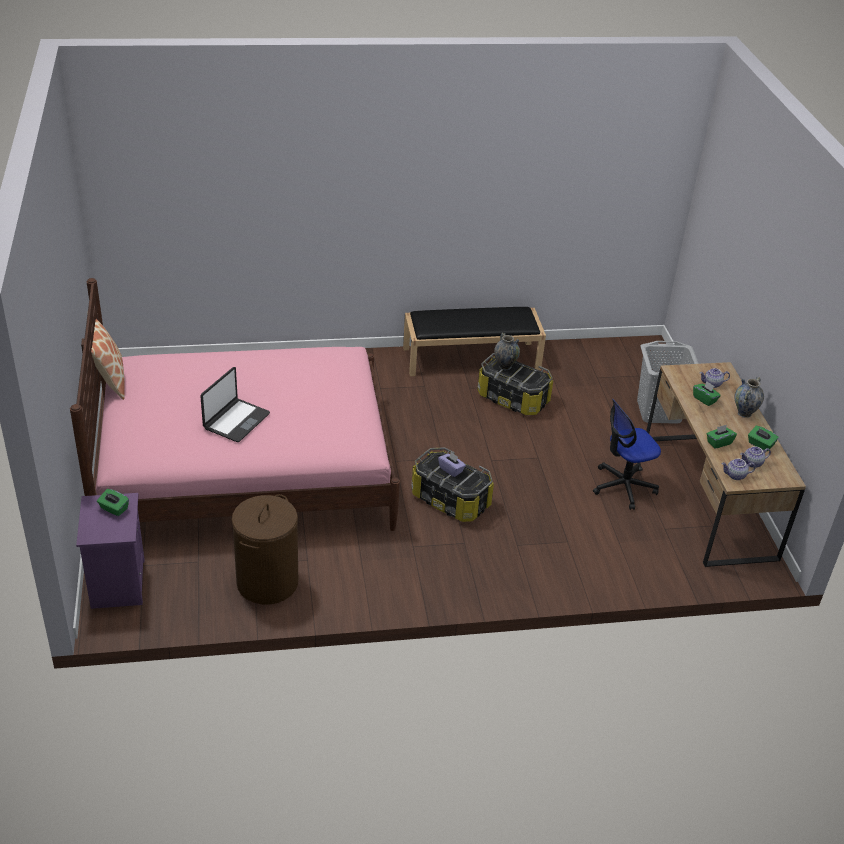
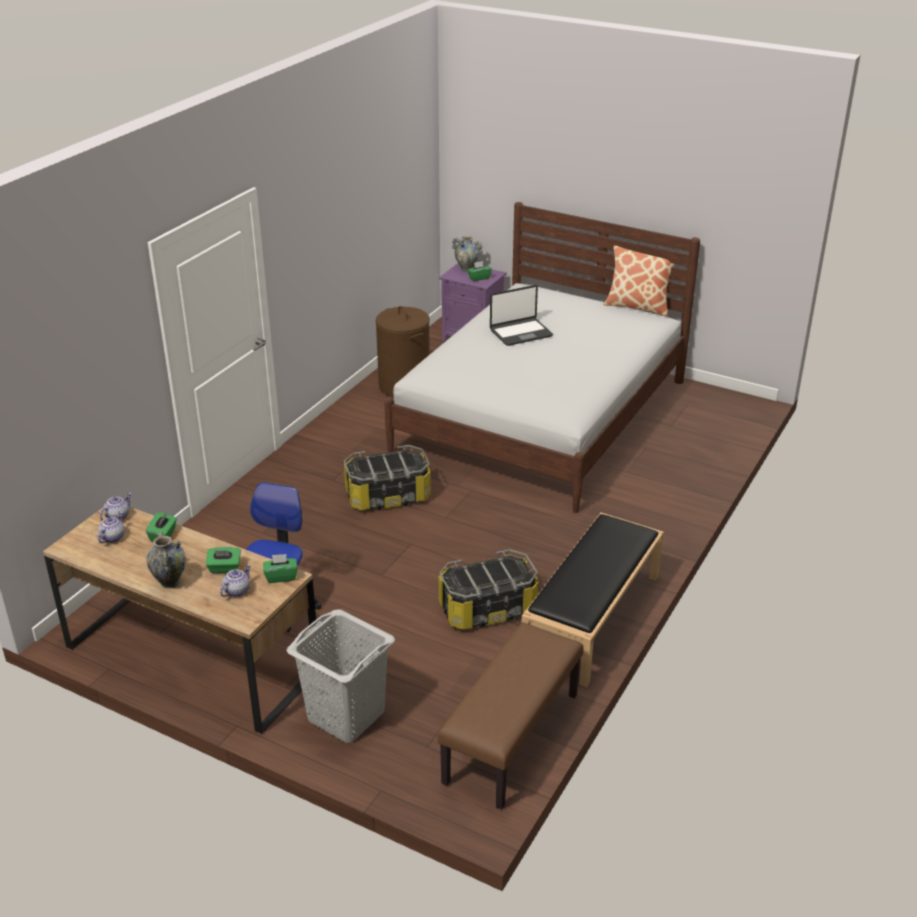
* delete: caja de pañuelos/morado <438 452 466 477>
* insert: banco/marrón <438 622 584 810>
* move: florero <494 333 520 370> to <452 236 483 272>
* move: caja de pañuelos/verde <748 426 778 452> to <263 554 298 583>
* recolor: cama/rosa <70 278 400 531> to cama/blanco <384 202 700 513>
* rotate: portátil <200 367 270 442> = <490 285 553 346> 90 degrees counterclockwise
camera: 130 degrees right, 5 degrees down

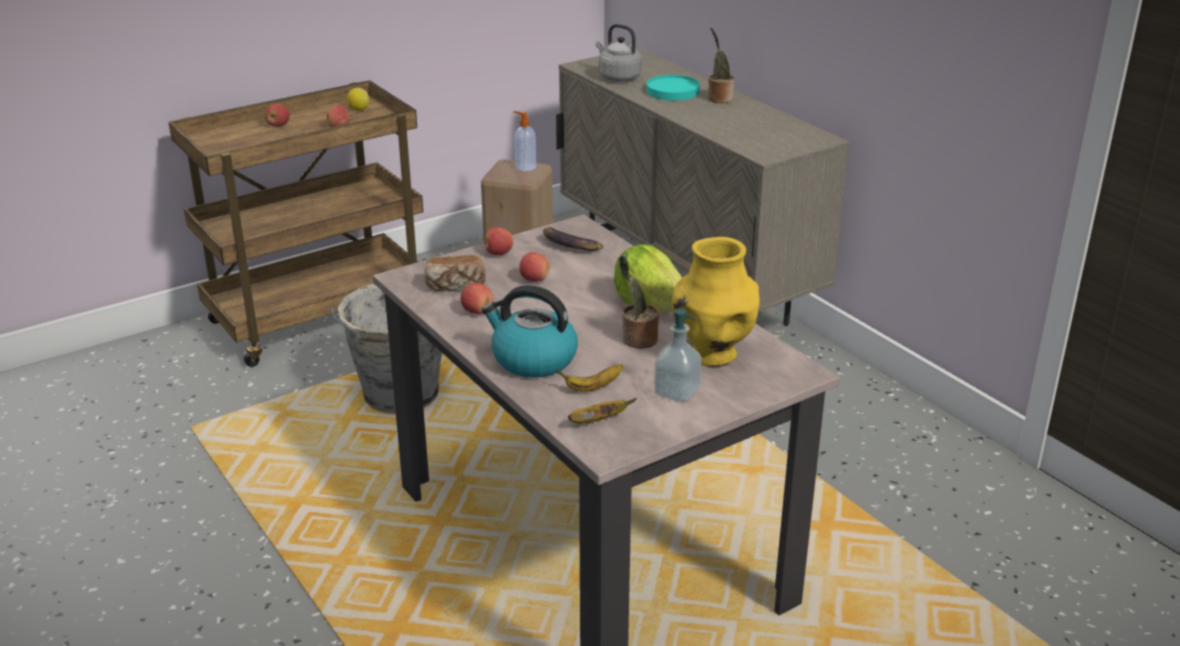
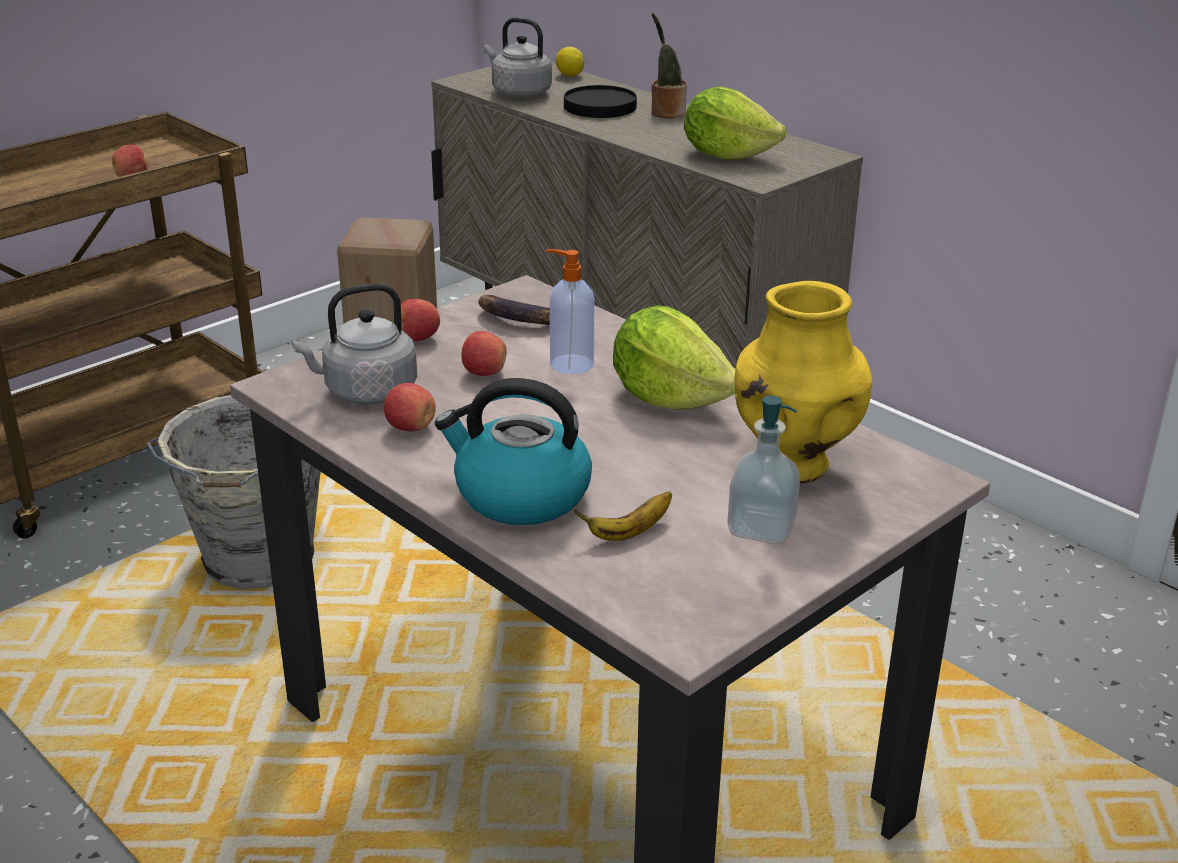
* delete: manzana <265 104 290 127>
* delete: plátano <568 398 637 424>
* delete: planta en maceta <619 255 659 349>
* insert: lechuga <684 87 786 160>
* move: limón <347 88 370 111> to <556 47 584 76>
* move: dispensador de jabón <513 111 536 171> to <546 249 595 374>
* replace: pan <425 255 485 291> to hervidor/gris <292 283 417 404>
* recolor: plato/turquesa <646 75 700 101> to plato/negro <564 85 637 118>
camera: 10 degrees left, 0 degrees up

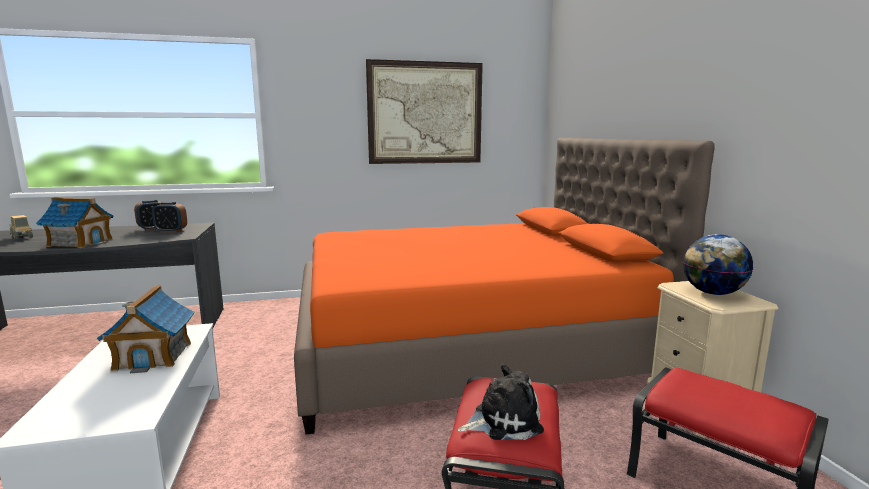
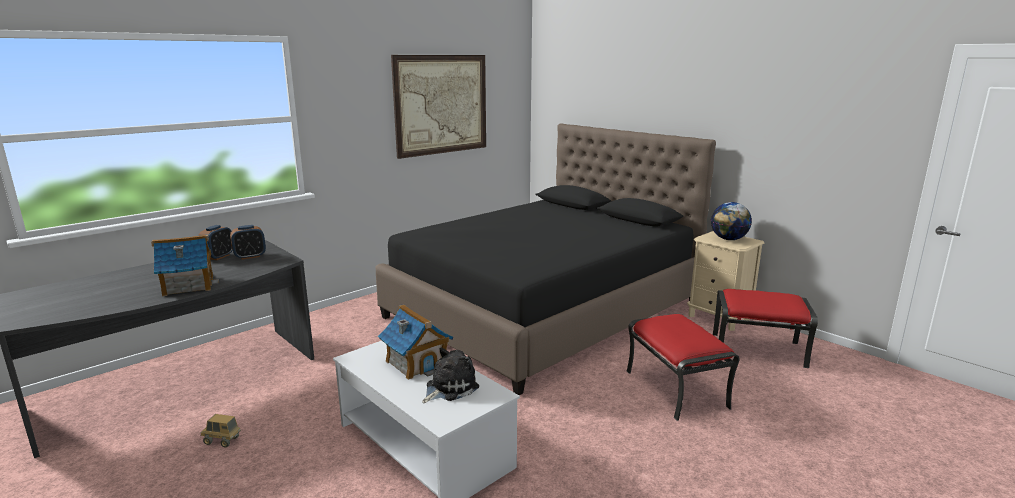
* move: camión de juguete <9 215 33 240> to <200 414 241 447>
* move: peluche <458 364 544 440> to <422 348 479 403>
* recolor: cama/naranja <294 137 715 435> to cama/negro <376 124 716 395>
camera: 30 degrees left, 5 degrees up

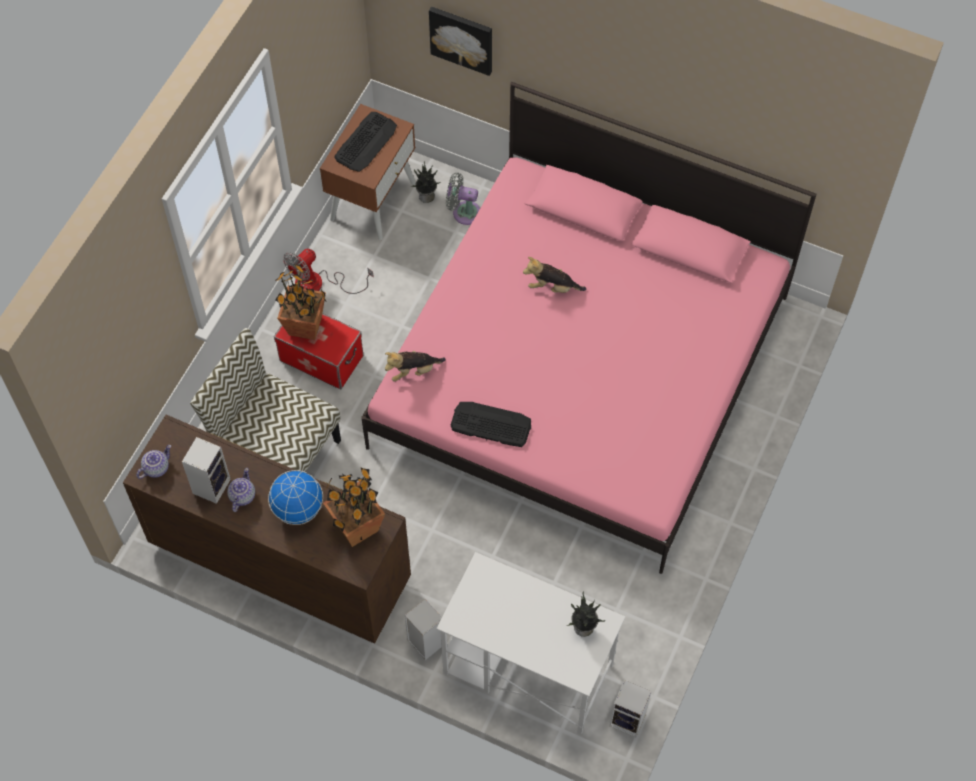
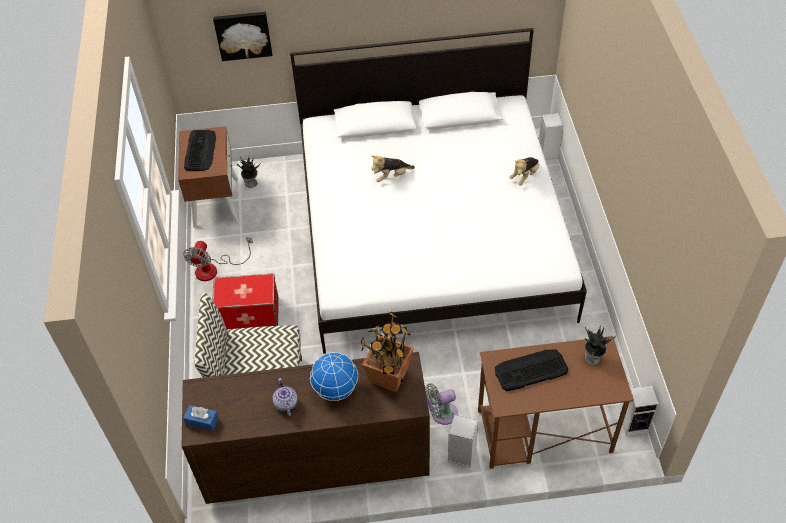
* delete: planta en maceta <275 264 327 340>
* move: altavoz <182 437 231 504> to <539 113 563 160>
* move: peluche <385 351 446 382> to <509 157 539 186>
* move: ventilador/gris <446 173 480 225> to <425 384 458 425>
* move: teclado <451 402 531 447> to <495 349 568 391>
* replace: tetera <136 445 171 479> to caja de pañuelos/azul <183 405 219 431>
* recolor: cama/rosa <361 82 816 574> to cama/blanco <290 28 587 354>
* recolor: escritorio/blanco <436 552 625 735> to escritorio/marrón <478 336 634 469>
camera: 30 degrees left, 10 degrees down

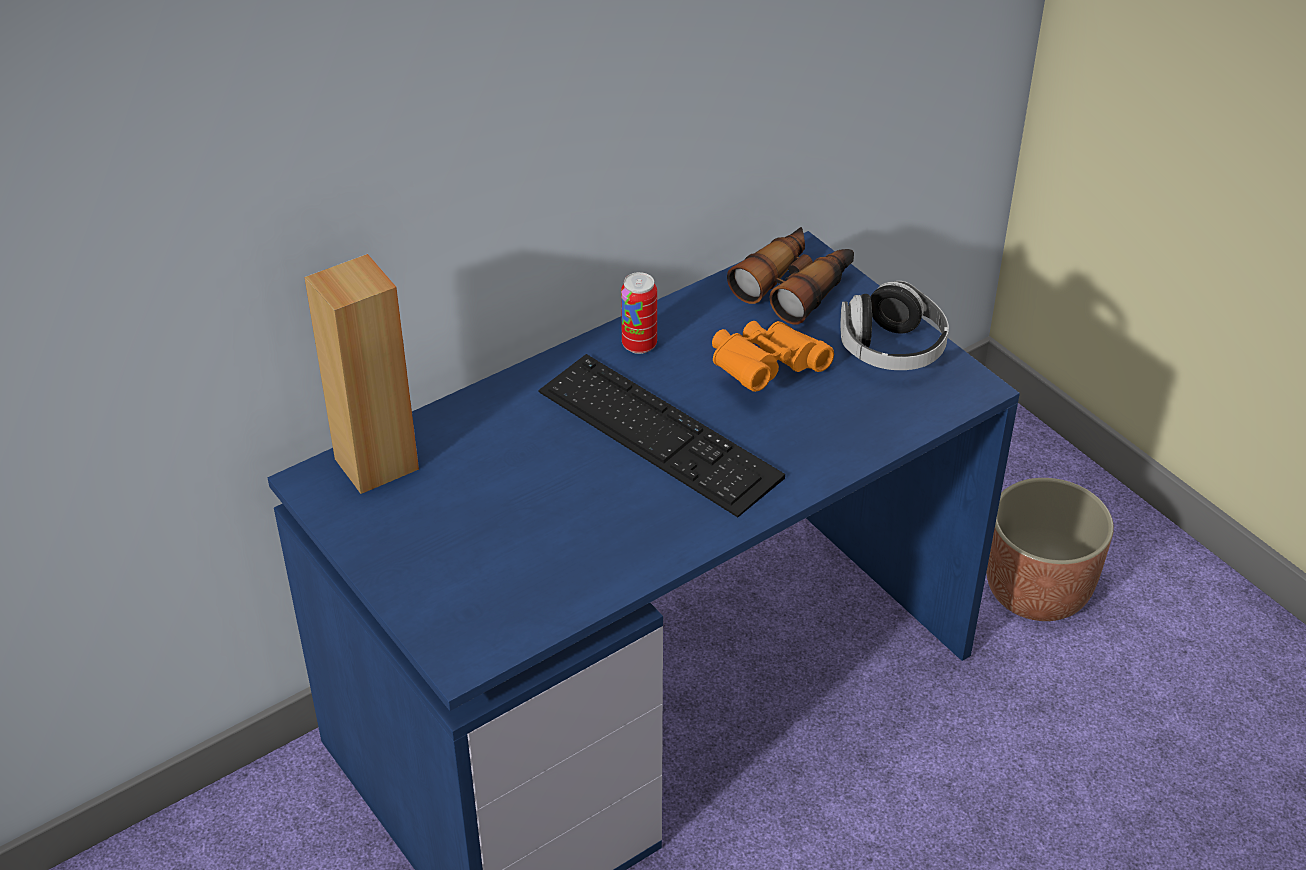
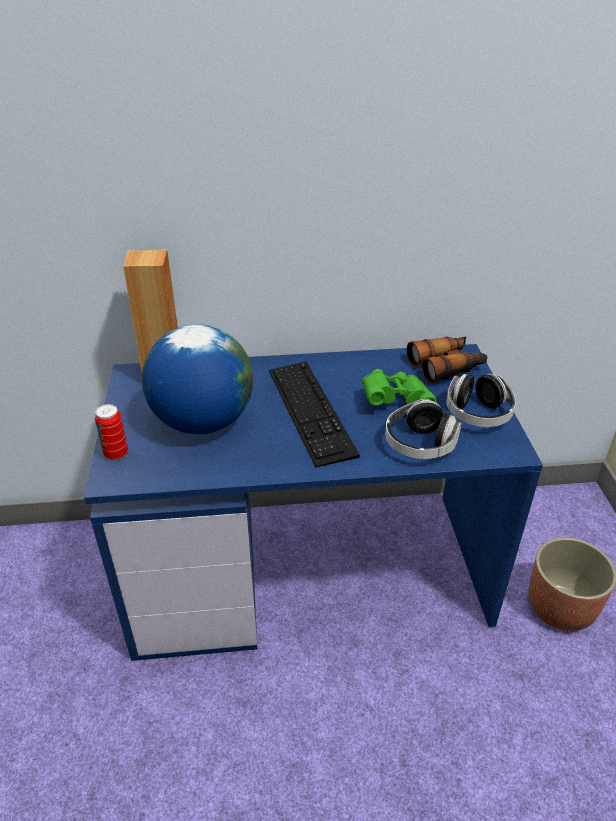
* insert: globo terráqueo <142 324 253 434>
* insert: auriculares <385 399 462 459>
* move: lata <621 272 657 354> to <95 404 128 460>
* recolor: prismáticos/naranja <712 321 834 392> to prismáticos/verde <362 369 436 406>
camera: 30 degrees right, 5 degrees down

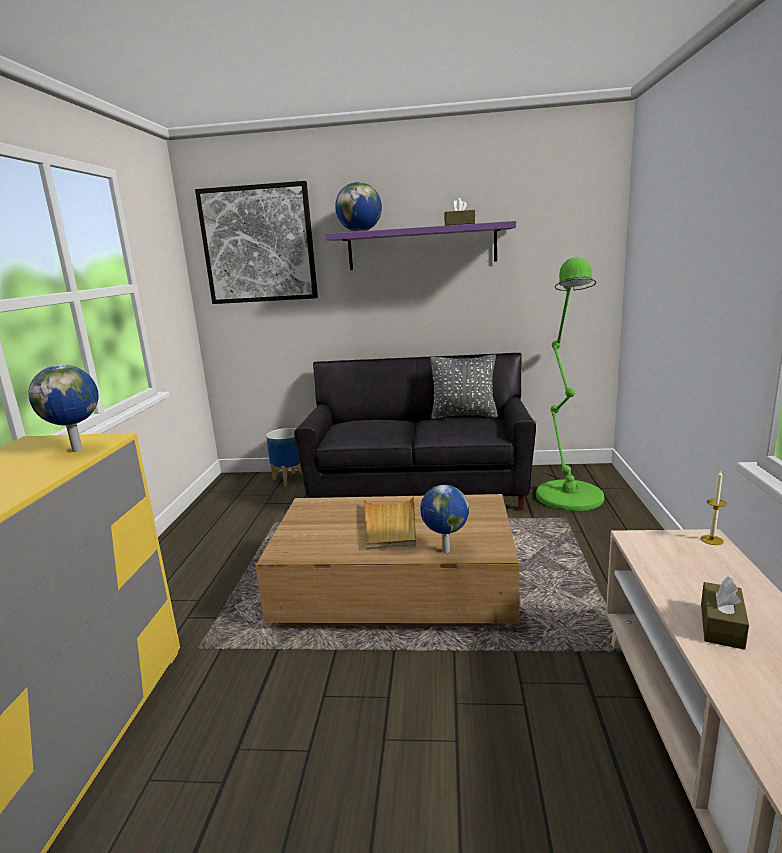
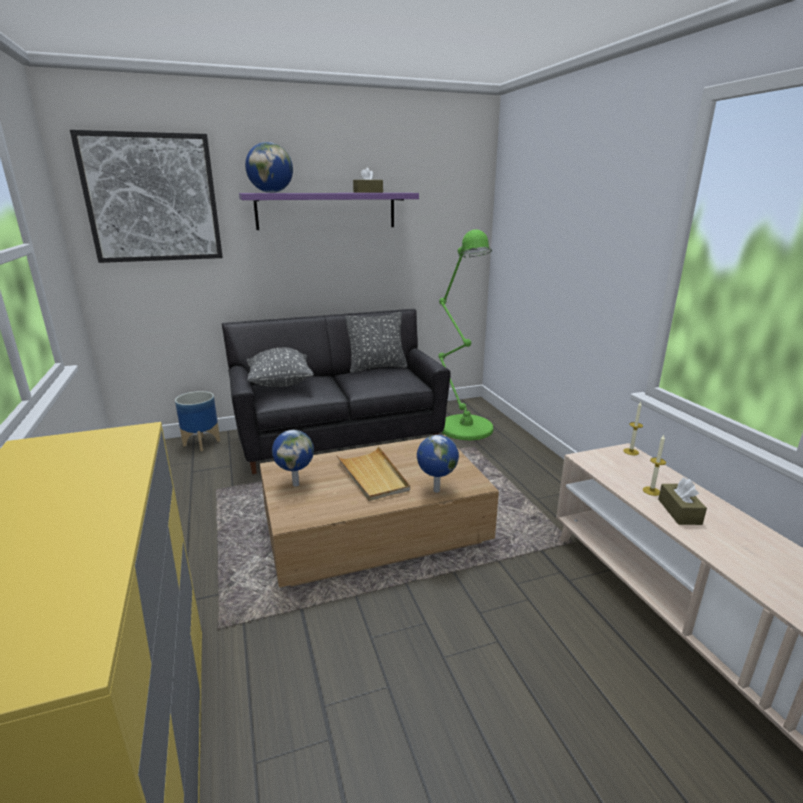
* insert: cojín/gris <247 347 314 387>
* insert: vela <643 435 666 496>
* move: globo terráqueo <28 365 99 452> to <272 430 314 487>
camera: 25 degrees left, 5 degrees up

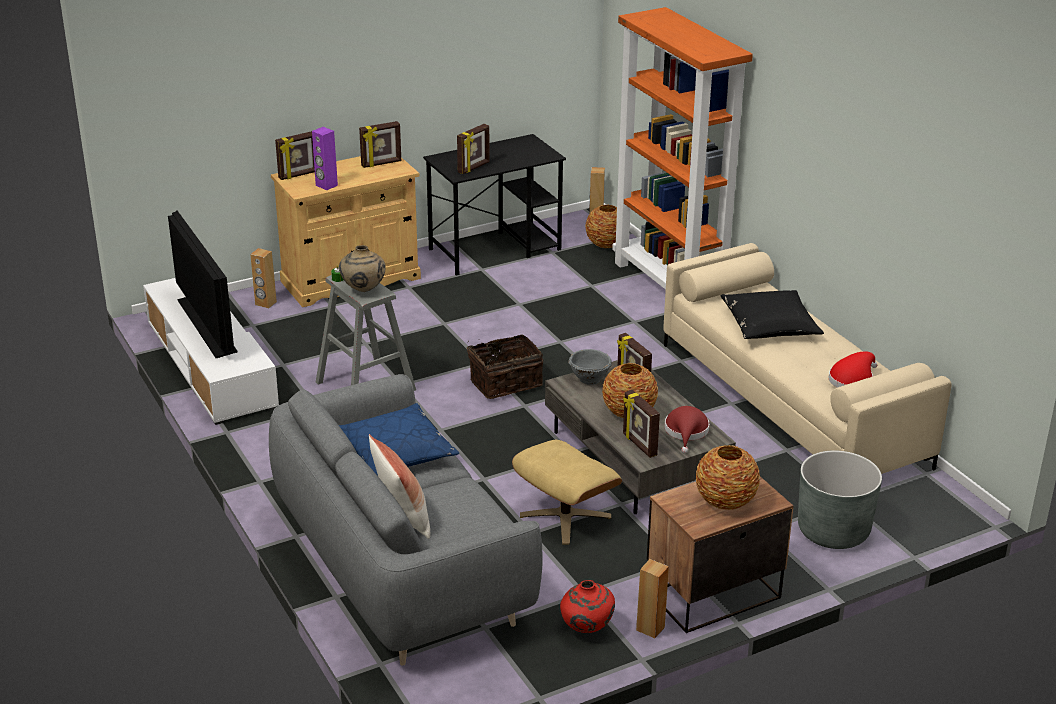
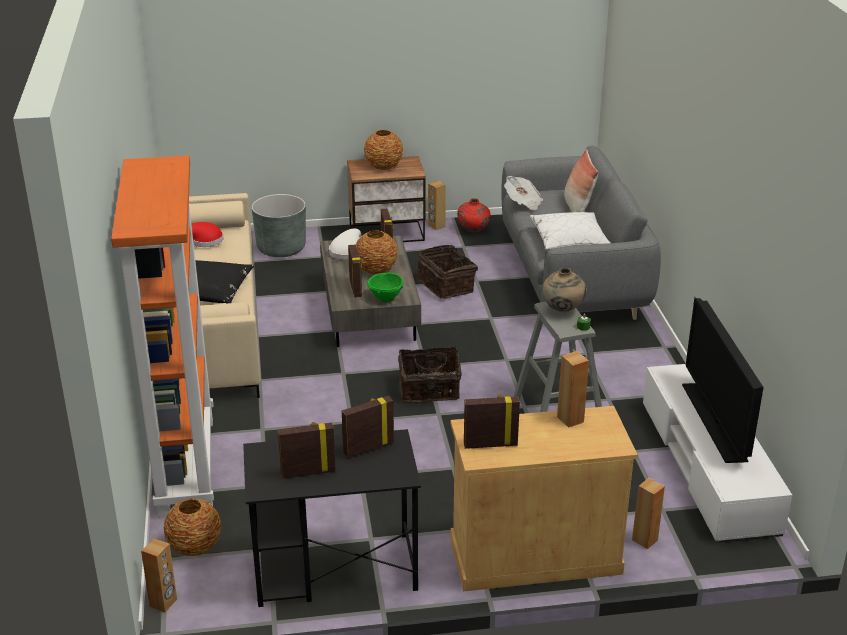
* insert: periódico <504 176 543 211>
* move: portarretratos <275 131 315 180> to <278 422 336 479>
* replace: puf/beis <512 440 622 545> to cesta <417 245 478 299>
* recolor: altavoz/morado <312 127 338 190> to altavoz/marrón <557 351 589 428>
* recolor: cojín/azul <339 403 459 476> to cojín/blanco <530 212 611 250>
* recolor: cuenco/gris <568 349 612 385> to cuenco/verde <367 272 404 302>
* recolor: sombrero/rojo <665 406 709 453> to sombrero/blanco <329 228 361 260>
camera: 160 degrees left, 0 degrees up

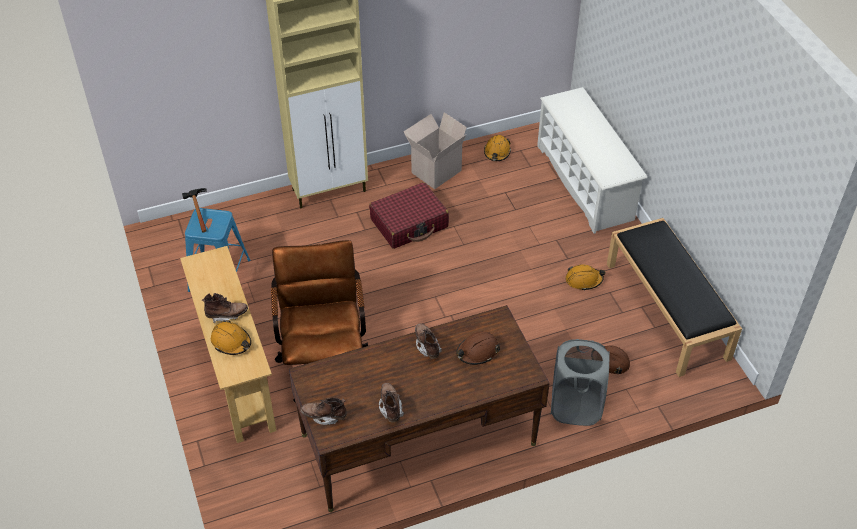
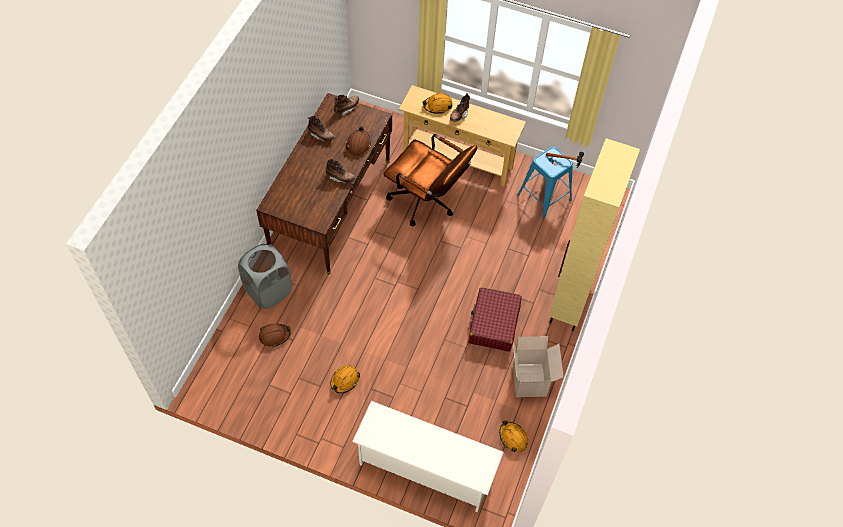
* delete: banco/negro <607 218 742 377>
* move: casco/marrón <456 331 500 365> to <346 126 371 156>
camera: 130 degrees right, 10 degrees up

